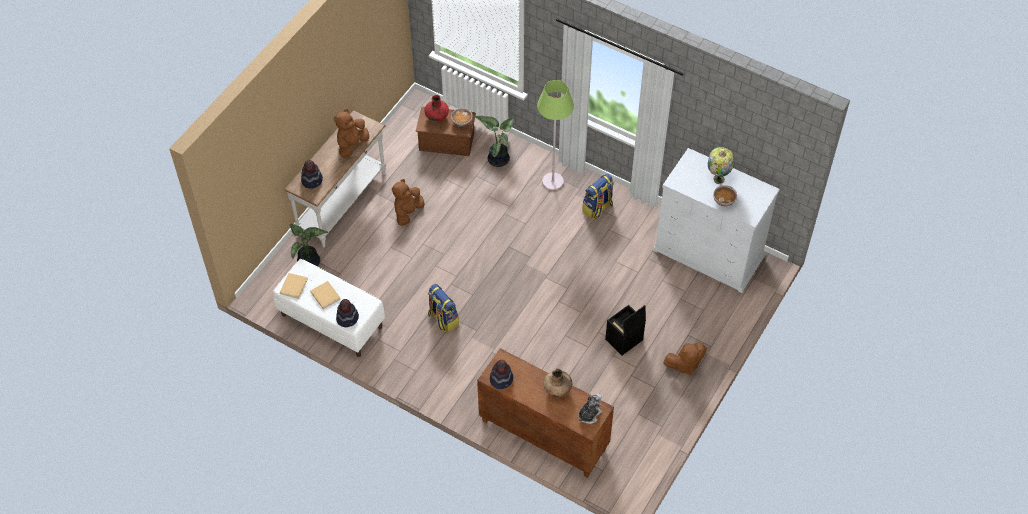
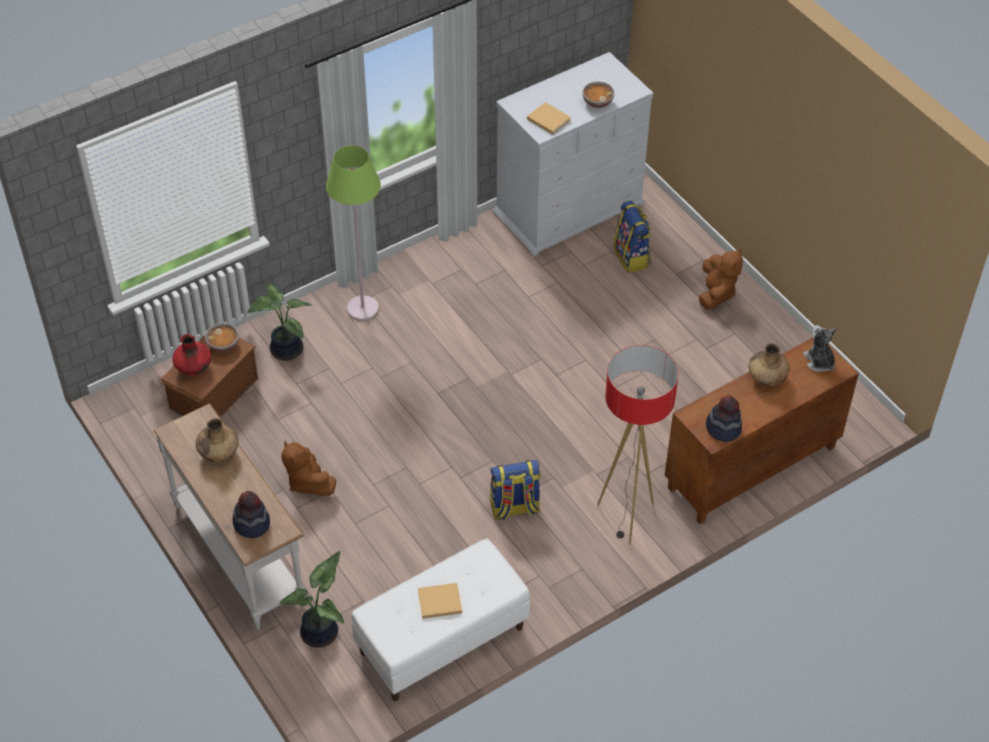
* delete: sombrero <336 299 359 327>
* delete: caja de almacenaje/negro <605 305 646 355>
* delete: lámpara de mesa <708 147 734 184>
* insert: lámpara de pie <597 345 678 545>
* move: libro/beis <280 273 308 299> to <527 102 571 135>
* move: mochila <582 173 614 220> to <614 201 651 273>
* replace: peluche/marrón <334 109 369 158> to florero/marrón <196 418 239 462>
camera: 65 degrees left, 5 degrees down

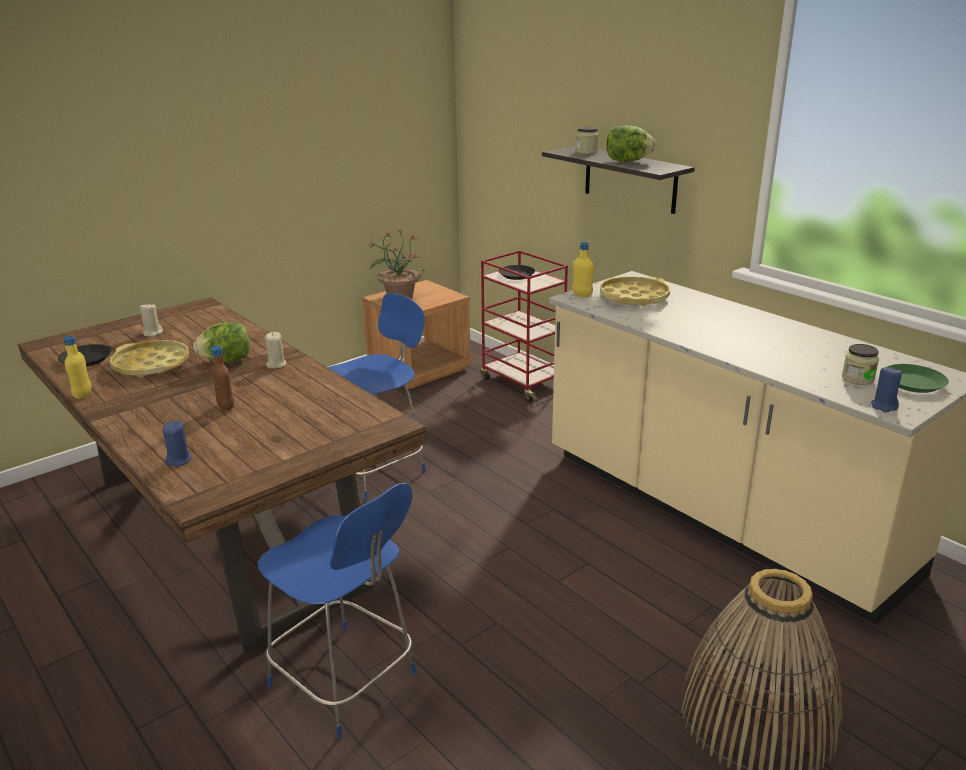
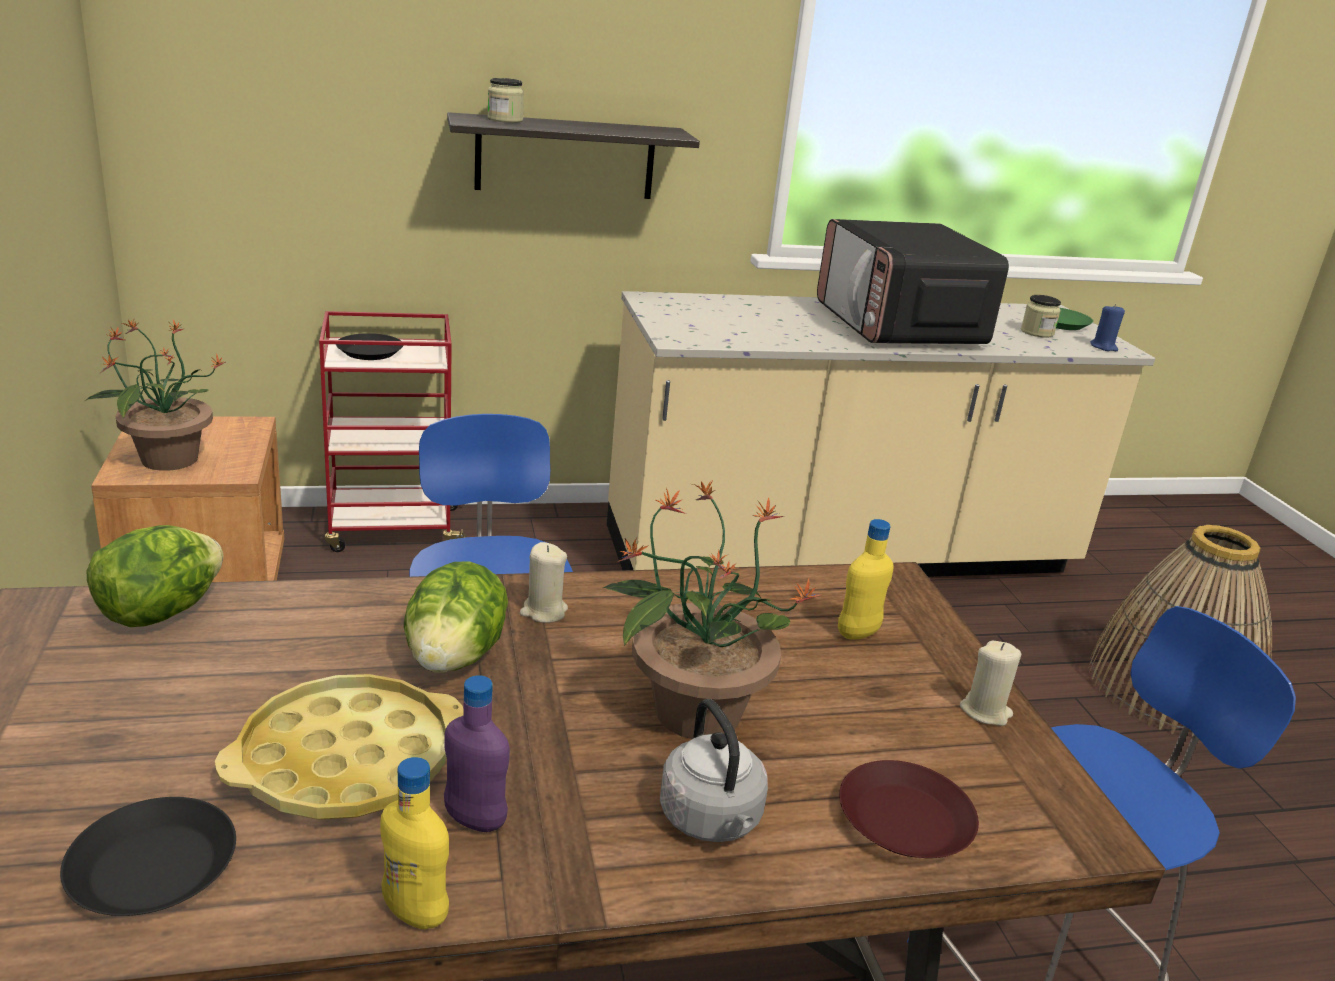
* delete: bandeja/amarillo <600 276 670 306>
* insert: botella/morado <444 675 510 832>
* insert: hervidor/gris <660 699 768 842>
* insert: microondas <817 219 1009 344>
* move: vela/beis <140 303 163 337> to <960 641 1021 726>
* move: botella/amarillo <572 242 594 297> to <838 519 894 639>
* move: lechuga <606 125 655 162> to <87 525 223 627>
* replace: vela/azul <163 421 192 466> to plato/marrón <839 760 979 858>
* replace: botella/marrón <211 346 234 411> to planta en maceta <603 481 821 739>
camera: 65 degrees left, 0 degrees up

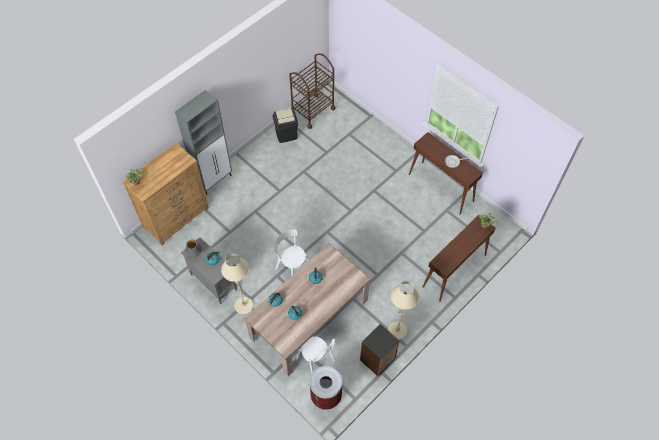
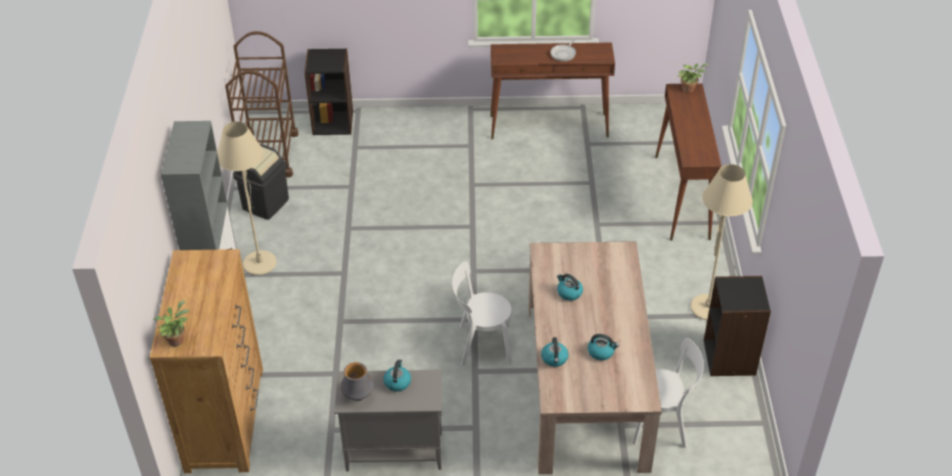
* delete: papelera <310 366 342 410>
* insert: estantería/negro <304 48 353 135>
* move: lámpara de pie/beis <221 254 254 314> to <217 121 277 275>
camera: 45 degrees left, 15 degrees down

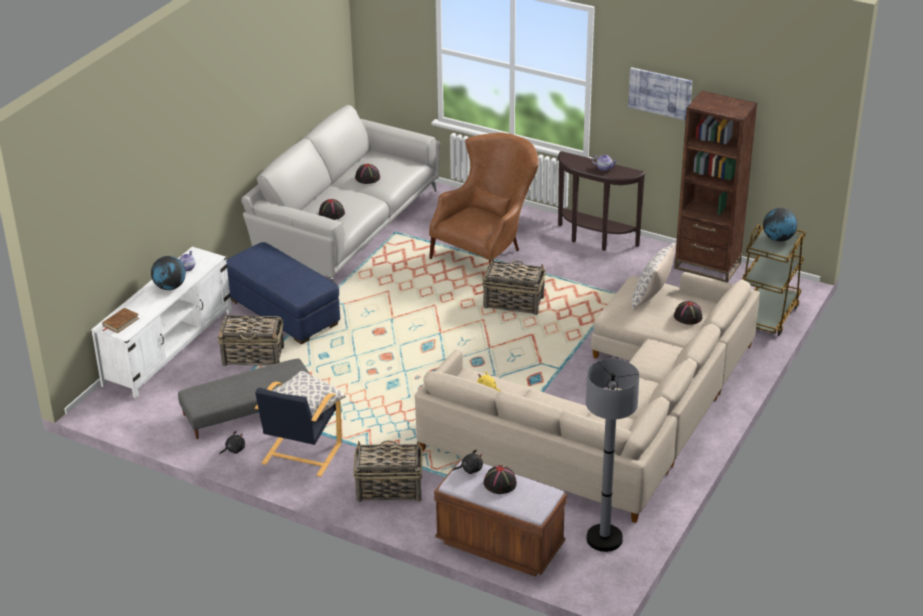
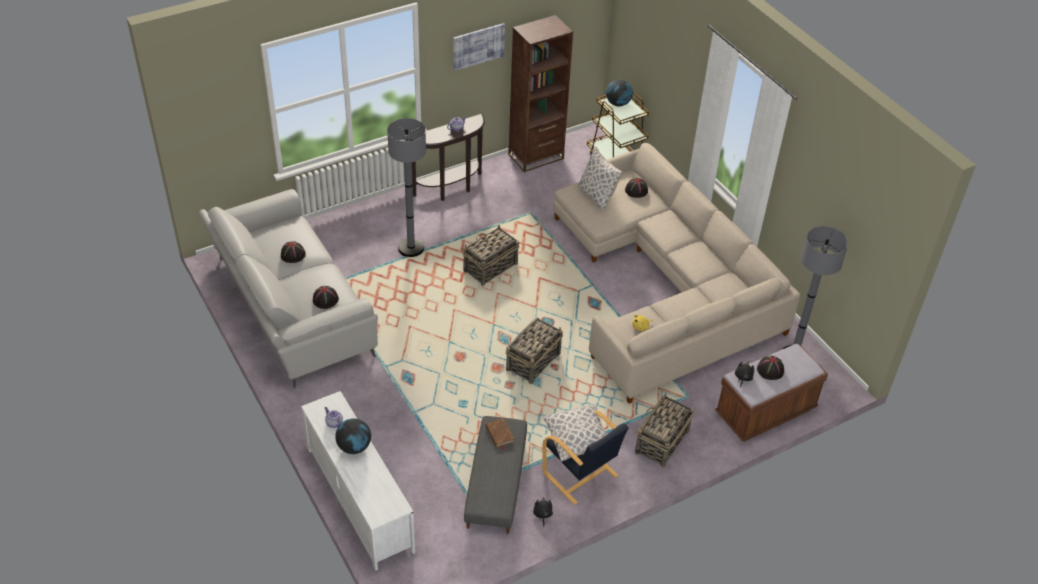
* delete: puf/azul <226 242 341 344>
* move: libro/marrón <102 308 139 333> to <485 418 514 450>
* move: cesta <217 315 284 366> to <506 318 563 384>
* replace: sillón/marrón <429 133 539 264> to lámpara de pie/gris <387 118 426 257>
camera: 60 degrees left, 10 degrees up

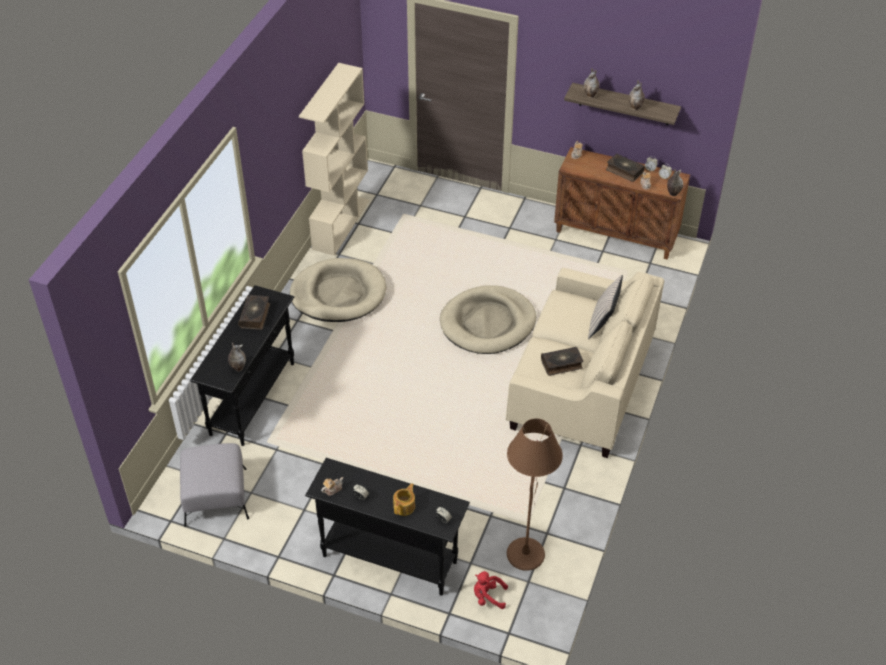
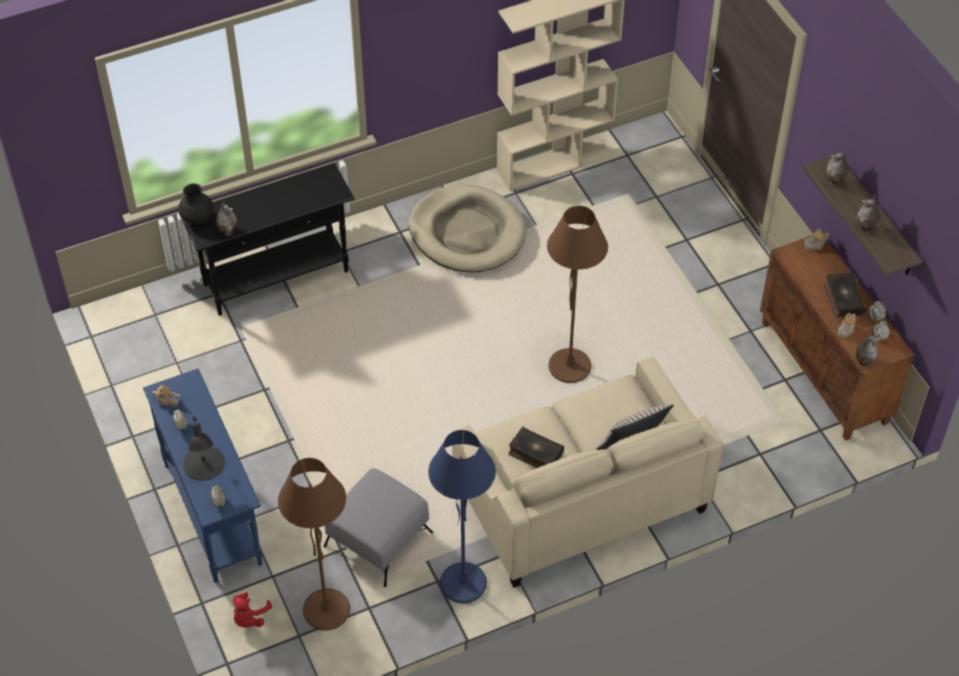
* delete: libro <238 295 270 330>
* insert: florero/negro <179 183 214 224>
* insert: lámpara de pie/azul <428 430 496 604>
* move: puf/gris <180 443 249 527> to <324 468 433 587>
* replace: tetera <393 483 415 516> to lámpara de mesa/negro <183 416 225 481>
* replace: cama para perro/beis <440 285 536 354> to lámpara de pie/marrón <547 206 608 383>
* recolor: mesa consola/negro <305 458 470 596> to mesa consola/azul <143 369 263 583>
* rotate: peluche/rojo <474 571 508 609> = <233 592 272 628> 120 degrees counterclockwise
camera: 45 degrees right, 5 degrees up

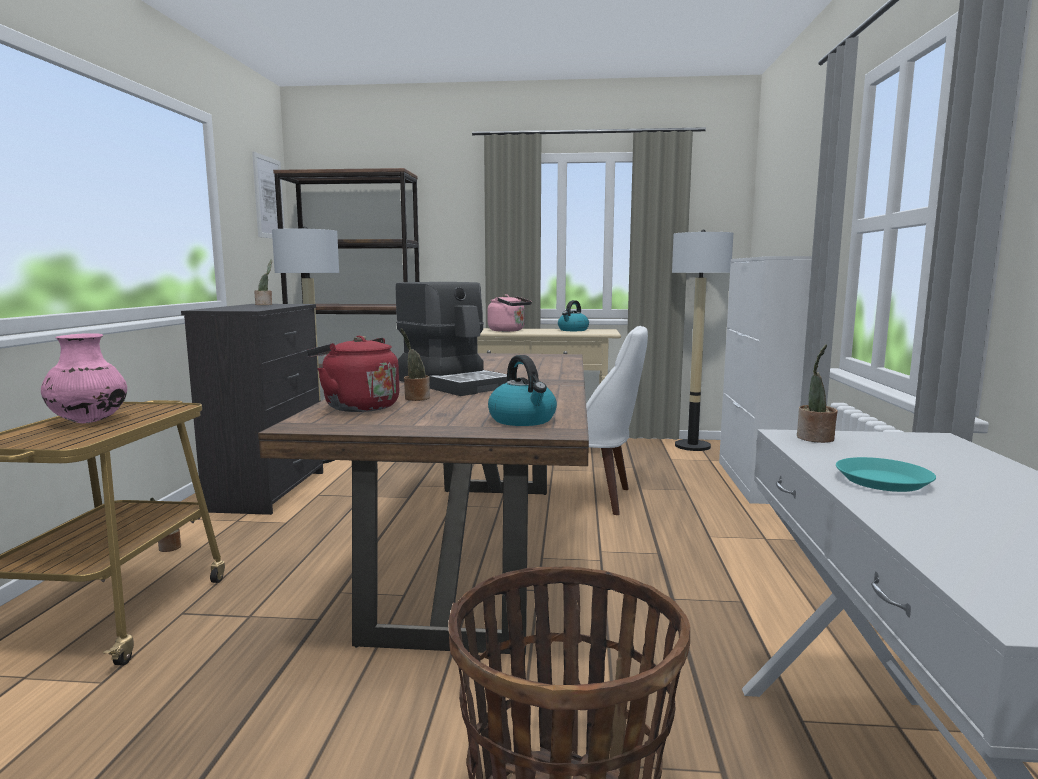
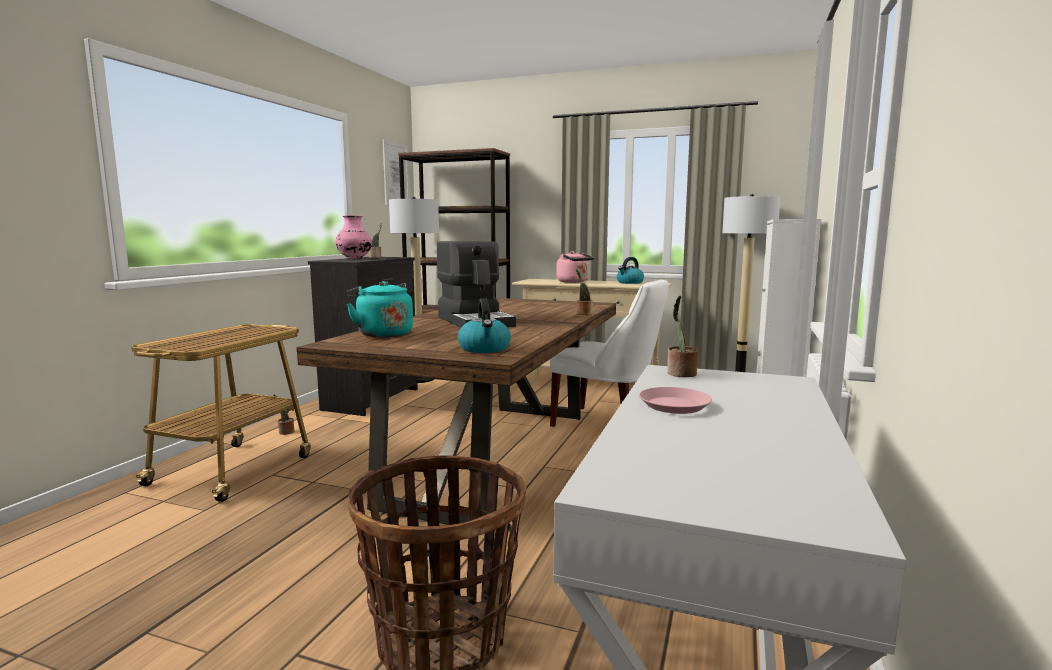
* move: florero/rosa <41 333 127 423> to <335 215 372 259>
* move: planta en maceta <400 328 430 401> to <576 269 593 315>
* recolor: hervidor/rojo <307 336 399 412> to hervidor/turquesa <347 281 413 337>
* recolor: plato/turquesa <836 457 936 492> to plato/rosa <639 387 712 414>
camera: 15 degrees right, 0 degrees up

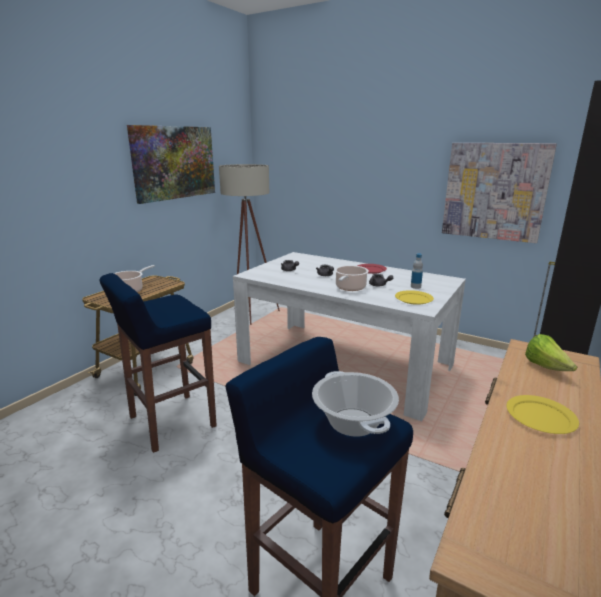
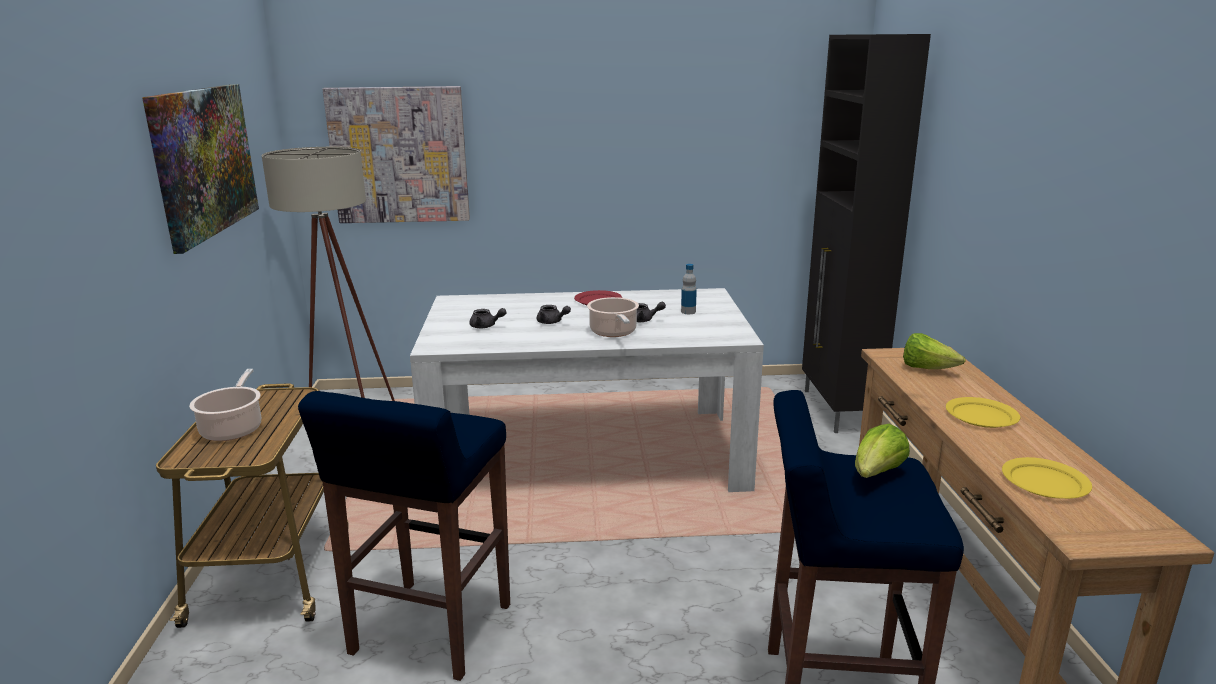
* move: plato/amarillo <395 290 434 305> to <1002 457 1092 499>
* move: cuadro <442 143 557 243> to <322 86 470 223>
* replace: olla <312 371 399 437> to lechuga <855 424 910 478>
camera: 35 degrees left, 0 degrees up

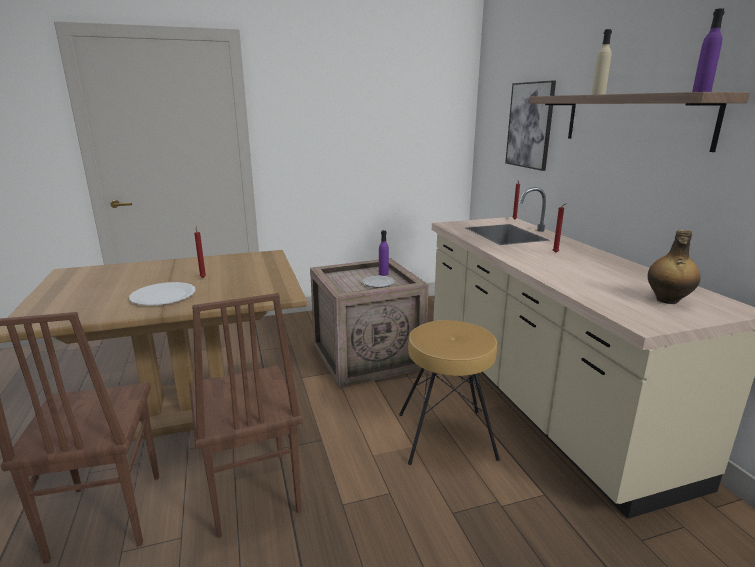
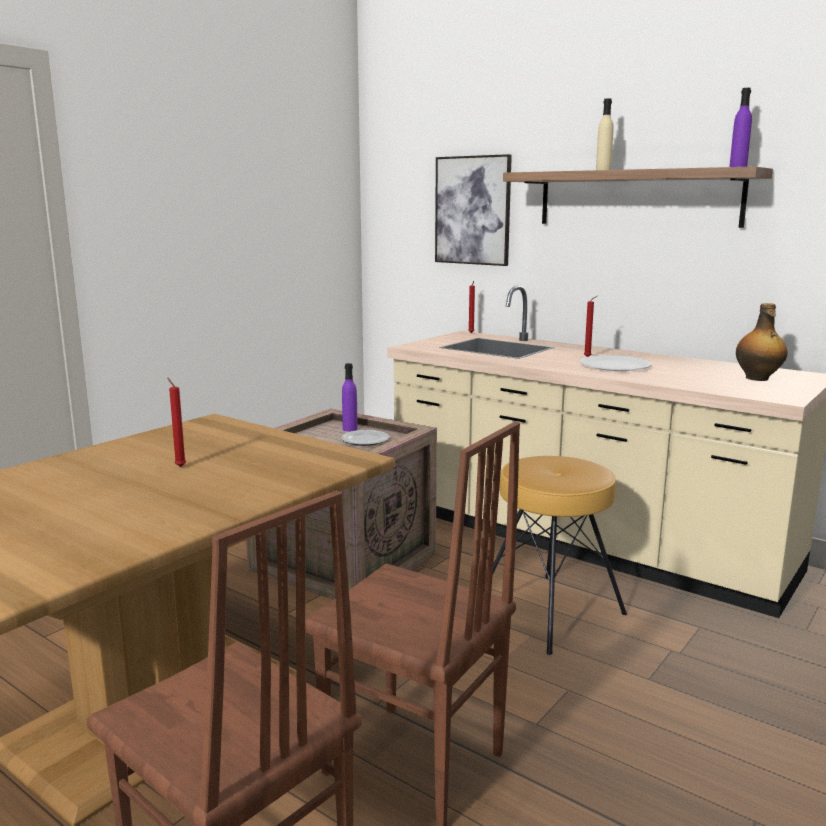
* move: plato/blanco <129 282 196 305> to <580 355 651 371>
camera: 35 degrees left, 5 degrees down

